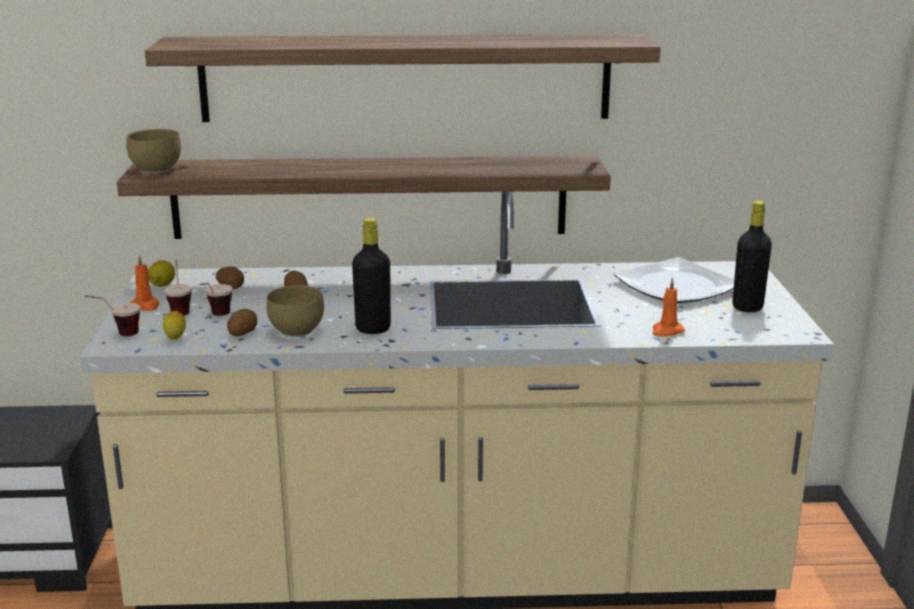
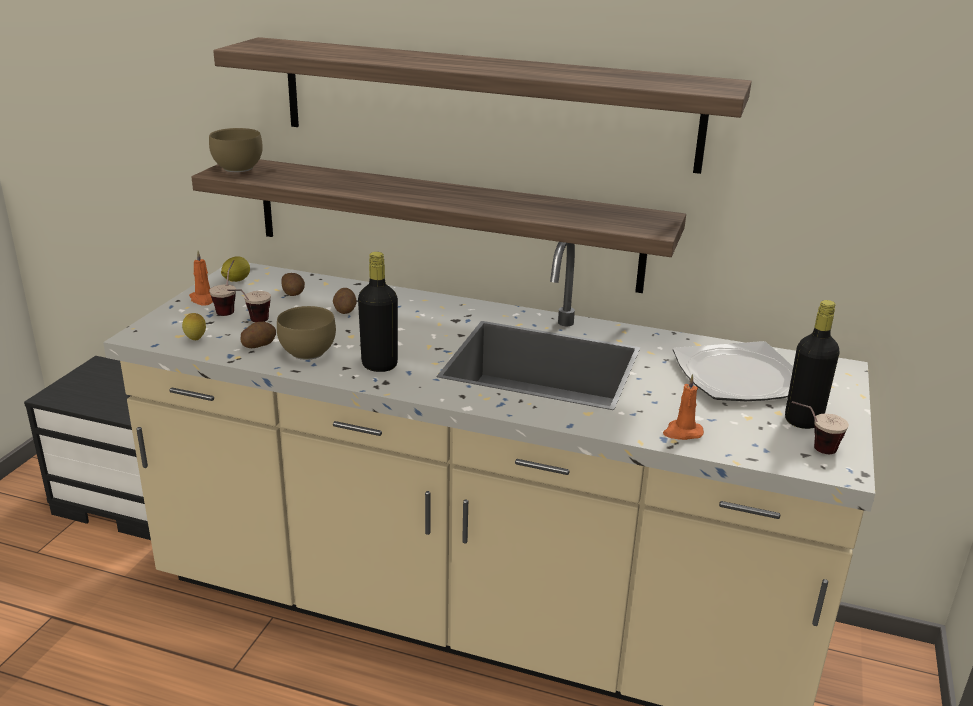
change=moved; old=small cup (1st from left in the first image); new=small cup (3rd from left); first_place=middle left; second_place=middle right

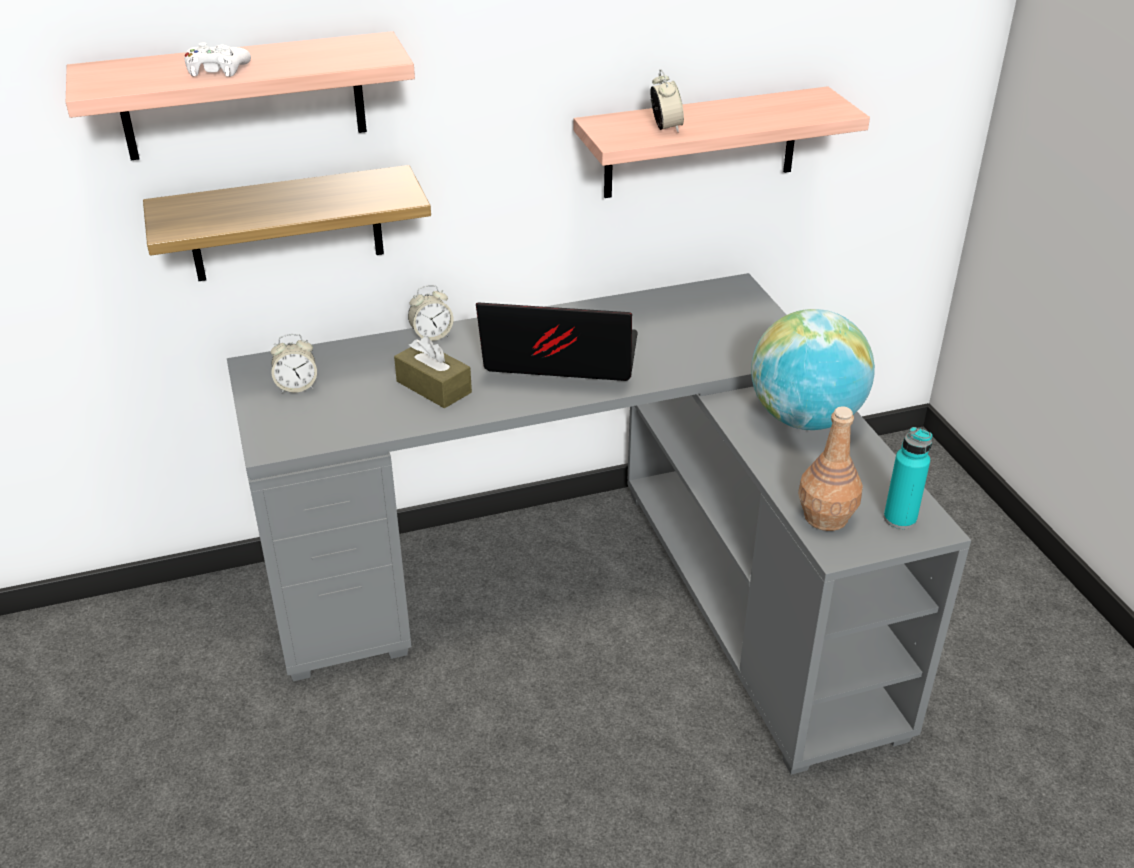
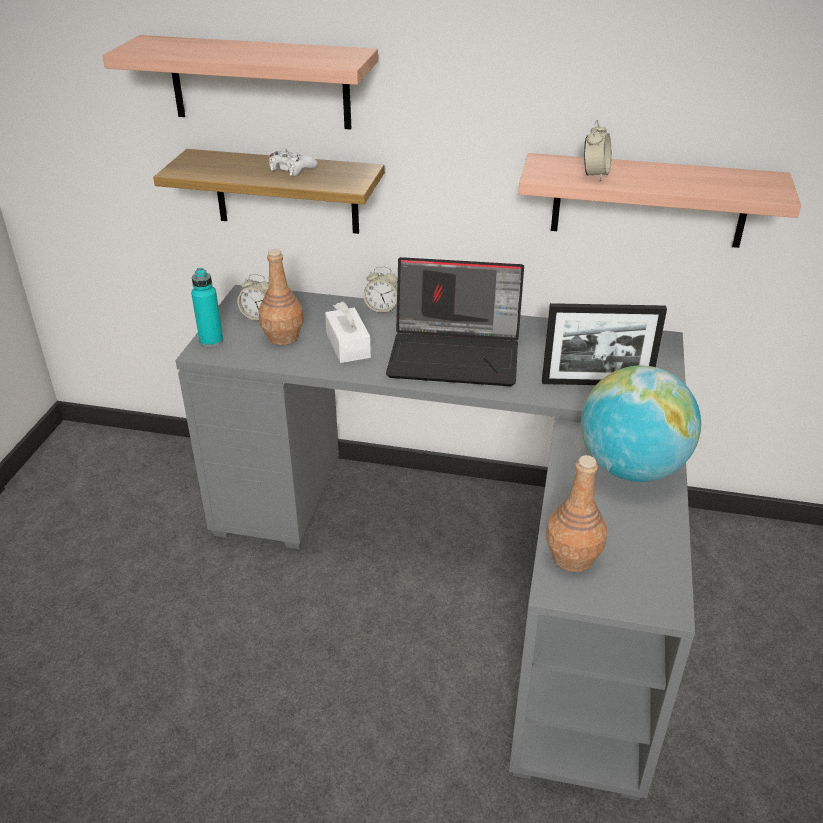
change=moved; old=drink bottle/turquoise; first_place=middle right; second_place=middle left
change=added; new=drink bottle/brownish (1st from left); second_place=centre
change=moved; old=game controller/white-coloured; first_place=top left; second_place=top centre
change=recoloured; old=tissue holder/brownish; new=tissue holder/white-coloured; first_place=centre; second_place=centre
change=turned; old=notebook computer; first_place=centre; second_place=centre; degrees=150
change=added; new=standing frame; second_place=middle right

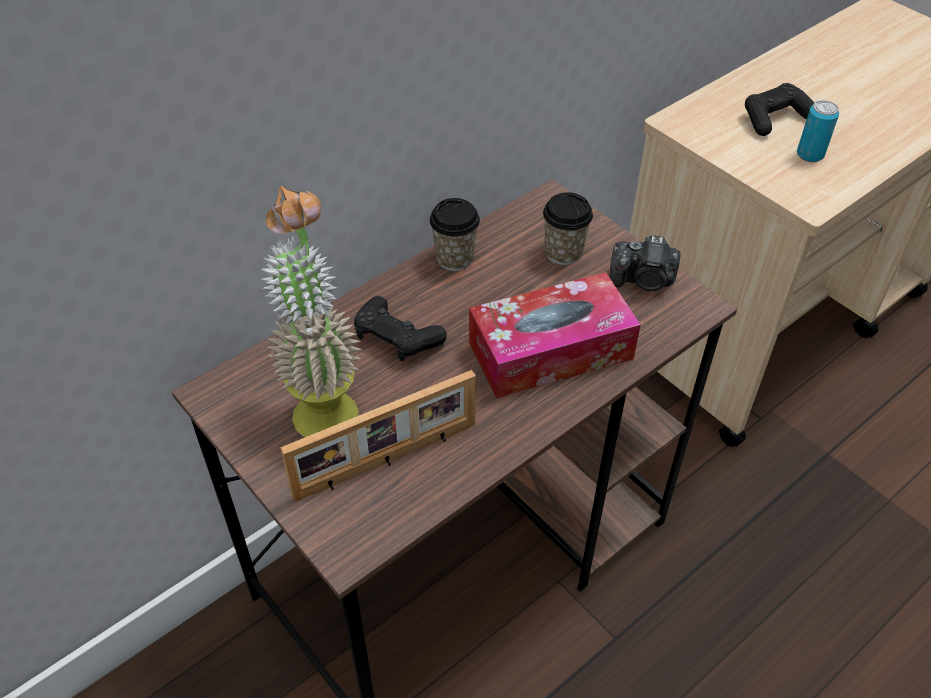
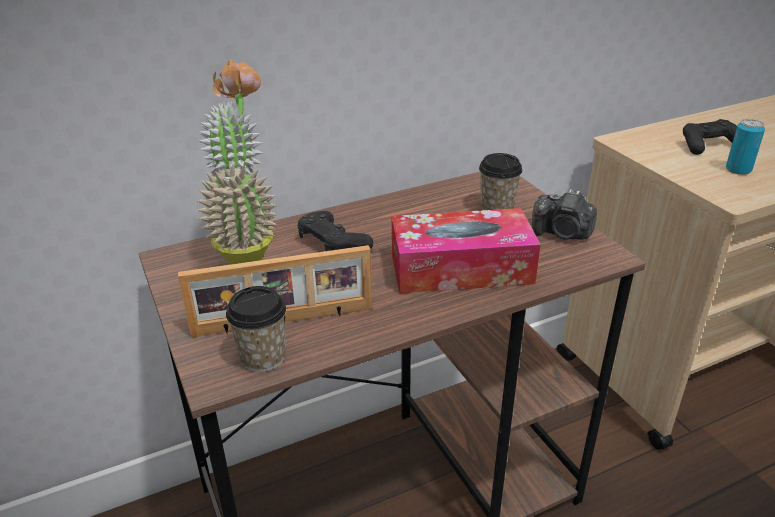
change=moved; old=small cup (1st from left); first_place=centre; second_place=middle left

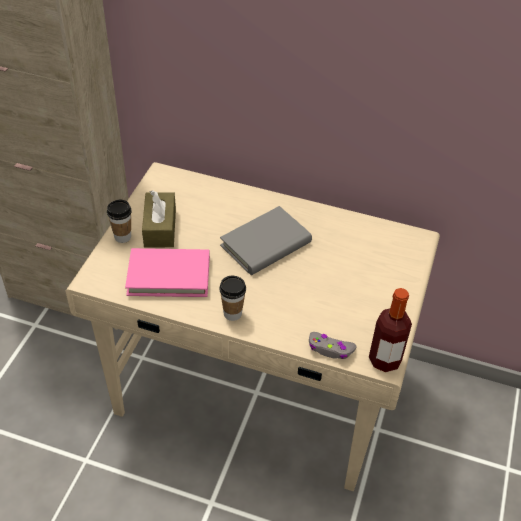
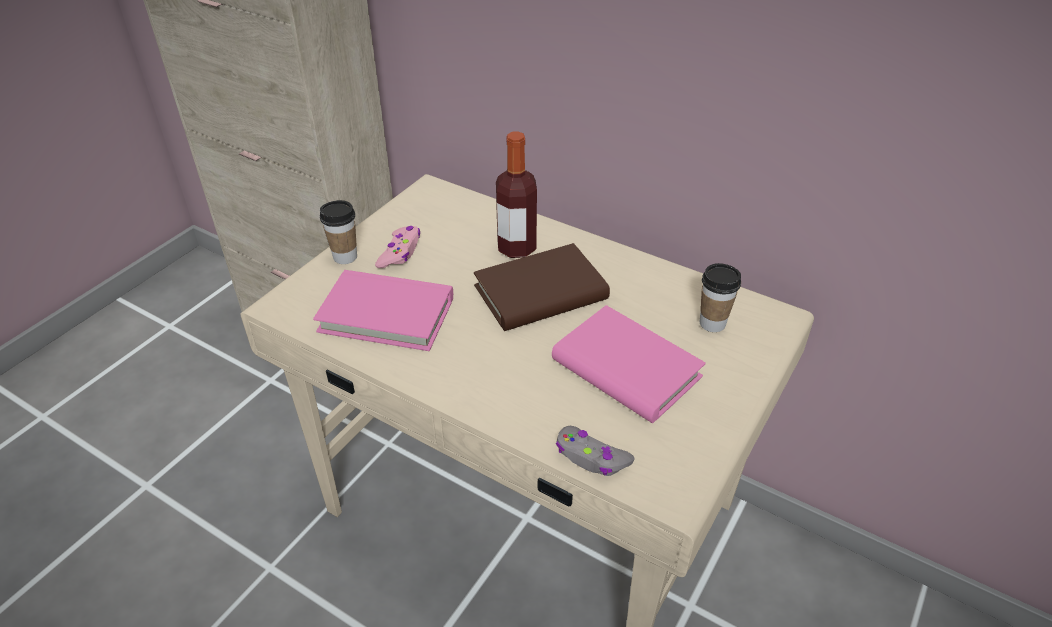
change=replaced; old=tissue holder/brownish; new=game controller/pink; first_place=middle left; second_place=centre
change=recoloured; old=bound book/greyish; new=bound book/brownish; first_place=centre; second_place=centre
change=moved; old=drink bottle; first_place=middle right; second_place=top centre
change=added; new=bound book/pink (2nd from left); second_place=centre
change=moved; old=small cup (2nd from left); first_place=centre; second_place=middle right

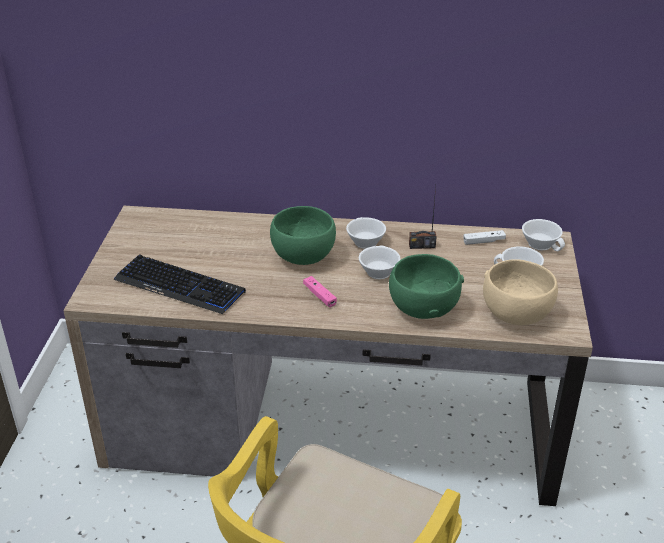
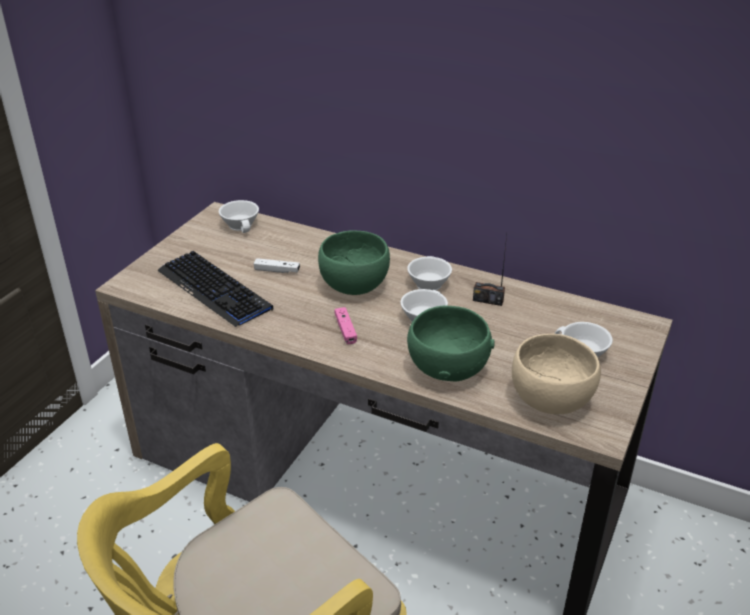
change=moved; old=small cup/white-coloured (4th from left in the first image); new=small cup/white-coloured (1st from left); first_place=middle right; second_place=middle left
change=moved; old=game controller/white-coloured; first_place=middle right; second_place=centre

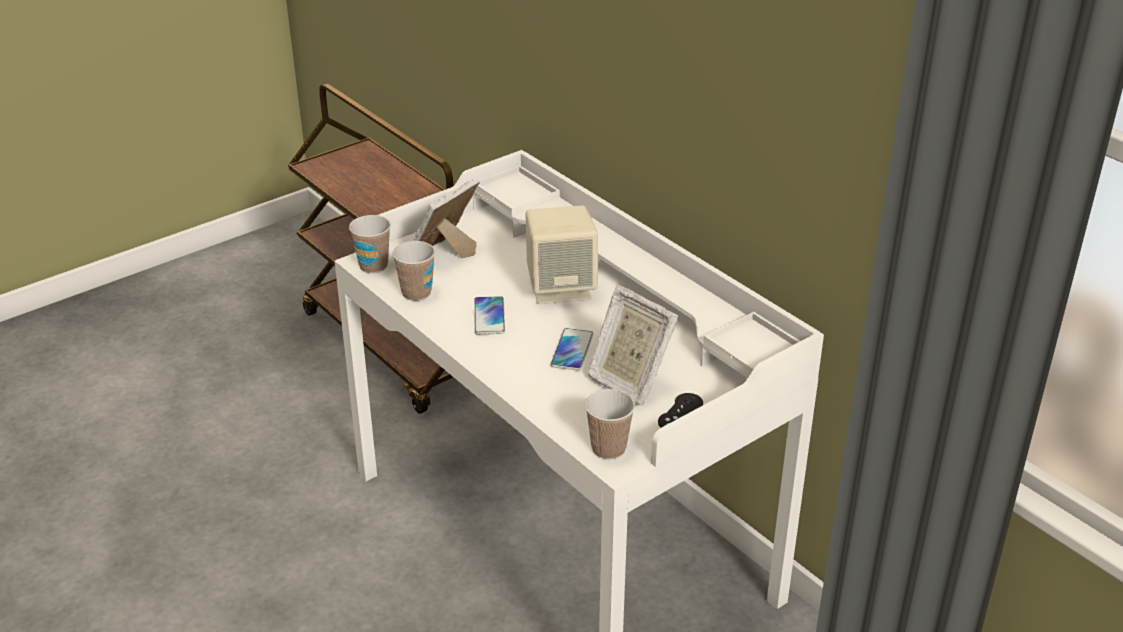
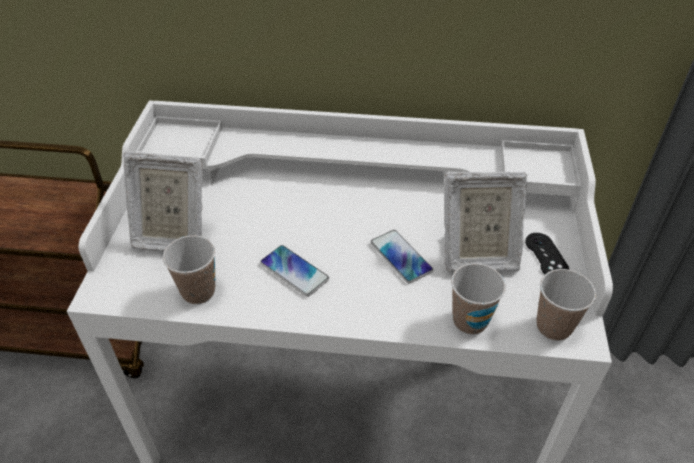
change=turned; old=standing frame (1st from left); first_place=centre; second_place=middle left; degrees=-75
change=moved; old=small cup (1st from left in the first image); new=small cup (2nd from left); first_place=middle left; second_place=middle right
change=removed; old=audio speaker/beige; first_place=centre

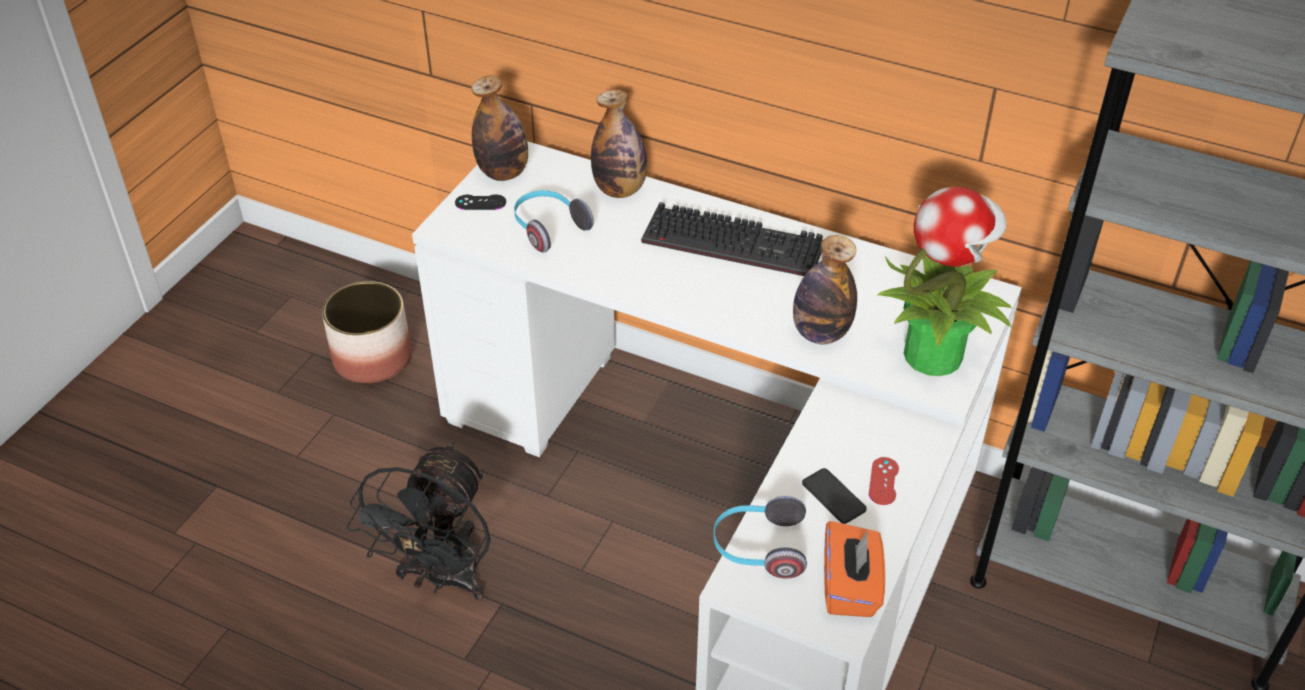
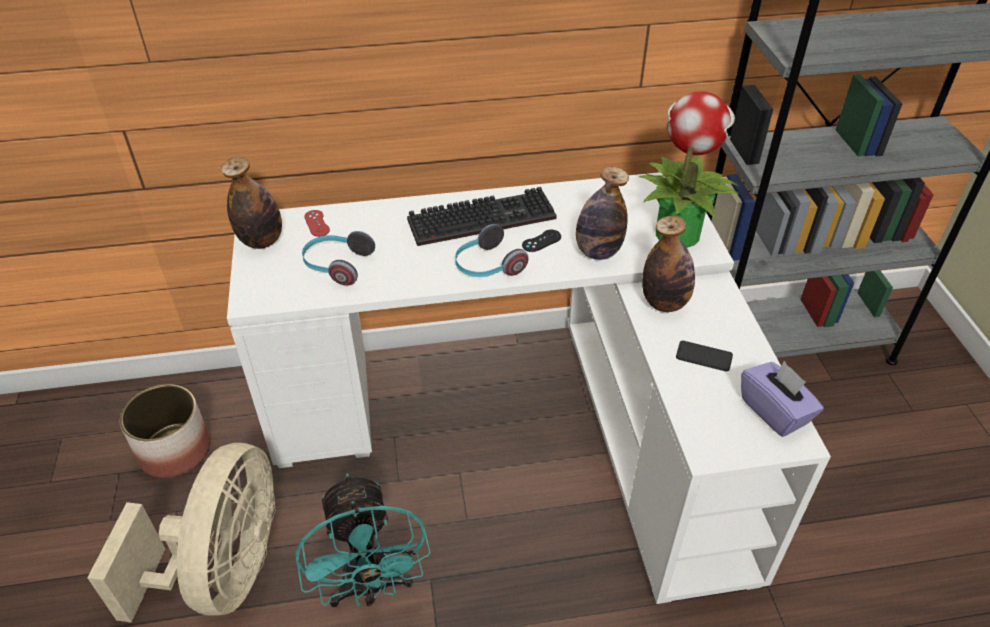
change=added; new=fan/beige; second_place=bottom left
change=recoloured; old=fan/blackish; new=fan/turquoise; first_place=bottom left; second_place=bottom centre
change=moved; old=game controller/red-coloured; first_place=bottom right; second_place=middle left
change=moved; old=pair of headphones (2nd from left); first_place=bottom centre; second_place=centre
change=moved; old=game controller/blackish; first_place=top centre; second_place=centre
change=moved; old=drink bottle (2nd from left in the first image); new=drink bottle (3rd from left); first_place=top centre; second_place=middle right
change=recoloured; old=tissue holder/orange-coloured; new=tissue holder/purplish; first_place=bottom centre; second_place=middle right

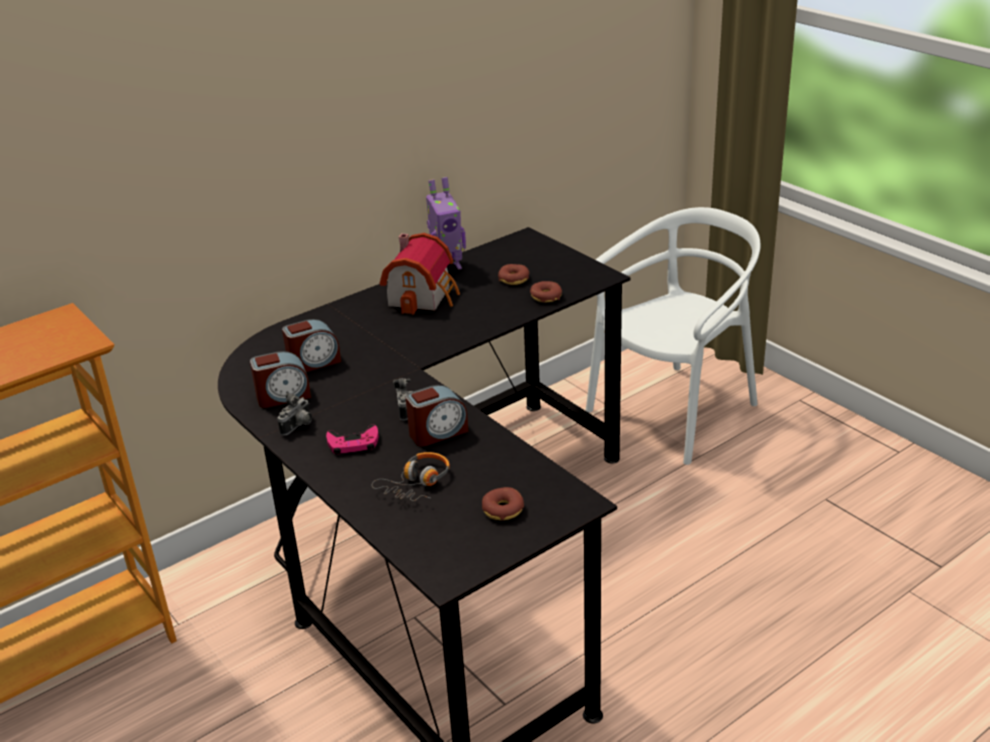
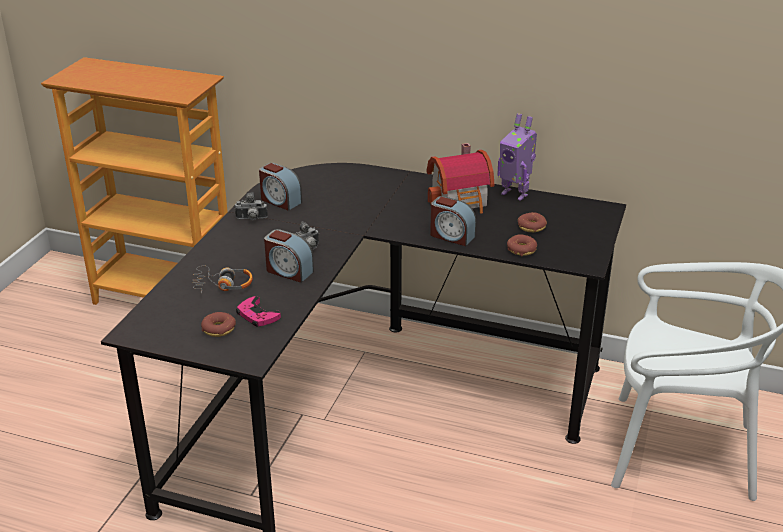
change=moved; old=game controller/pink; first_place=centre; second_place=middle left
change=moved; old=alarm clock (2nd from left in the first image); new=alarm clock (3rd from left); first_place=middle left; second_place=centre

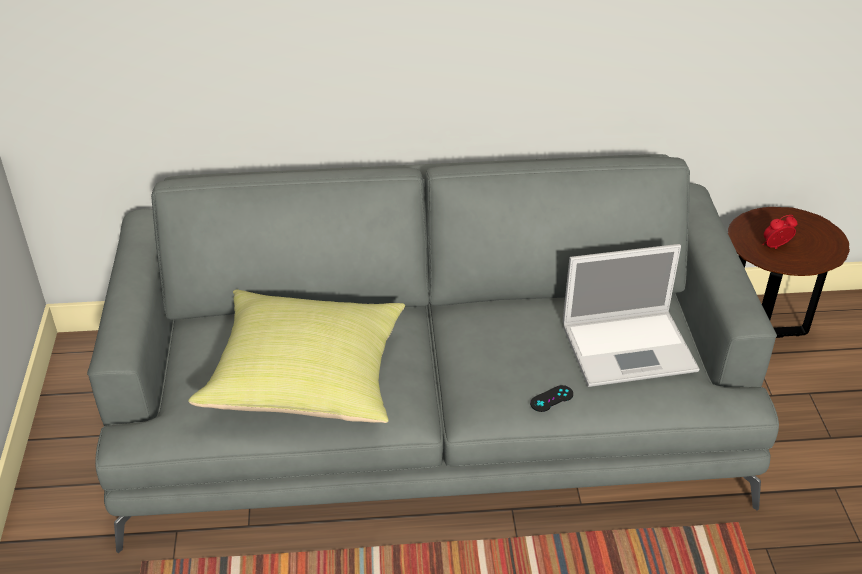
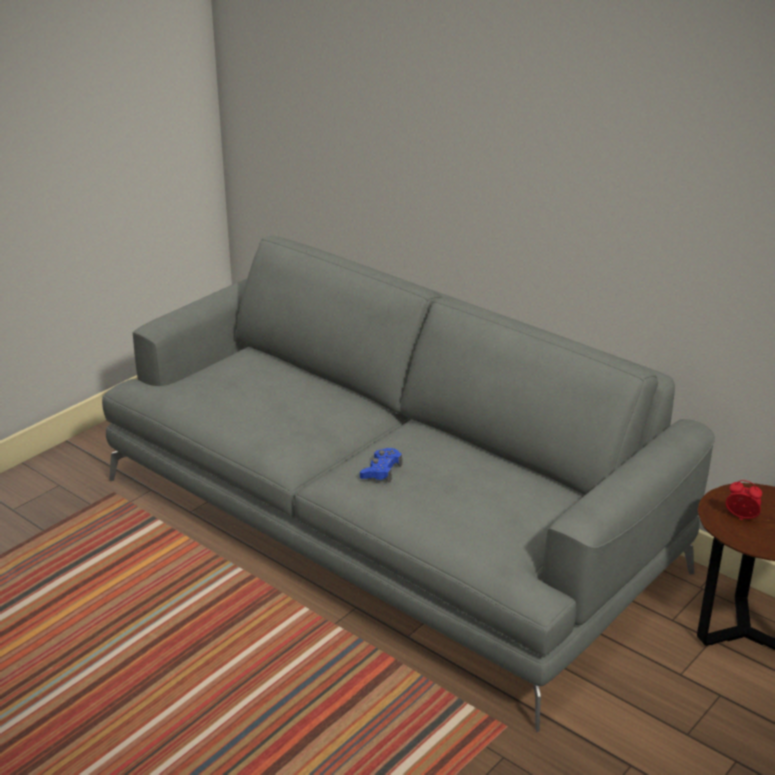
change=added; new=game controller/blue; second_place=centre
change=removed; old=pillow/yellow; first_place=centre
change=removed; old=game controller/blackish; first_place=bottom centre
change=removed; old=notebook computer; first_place=middle right

